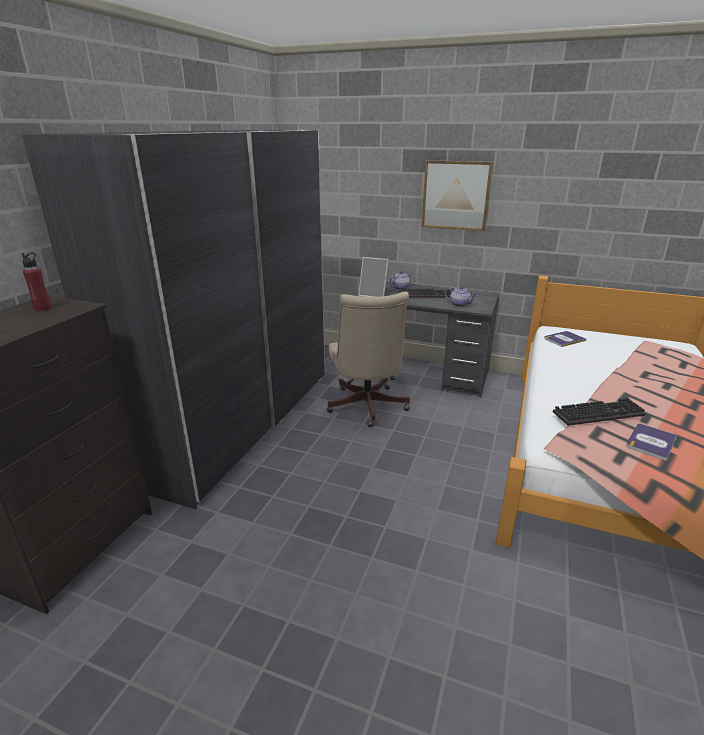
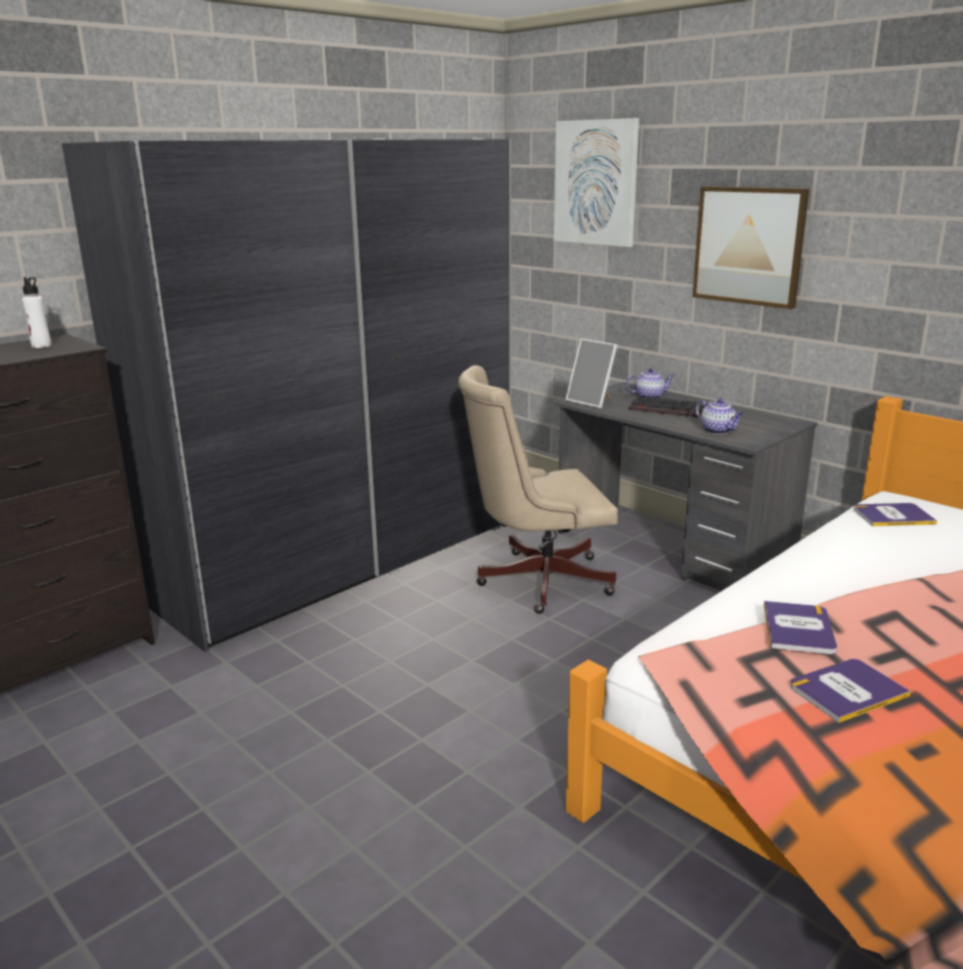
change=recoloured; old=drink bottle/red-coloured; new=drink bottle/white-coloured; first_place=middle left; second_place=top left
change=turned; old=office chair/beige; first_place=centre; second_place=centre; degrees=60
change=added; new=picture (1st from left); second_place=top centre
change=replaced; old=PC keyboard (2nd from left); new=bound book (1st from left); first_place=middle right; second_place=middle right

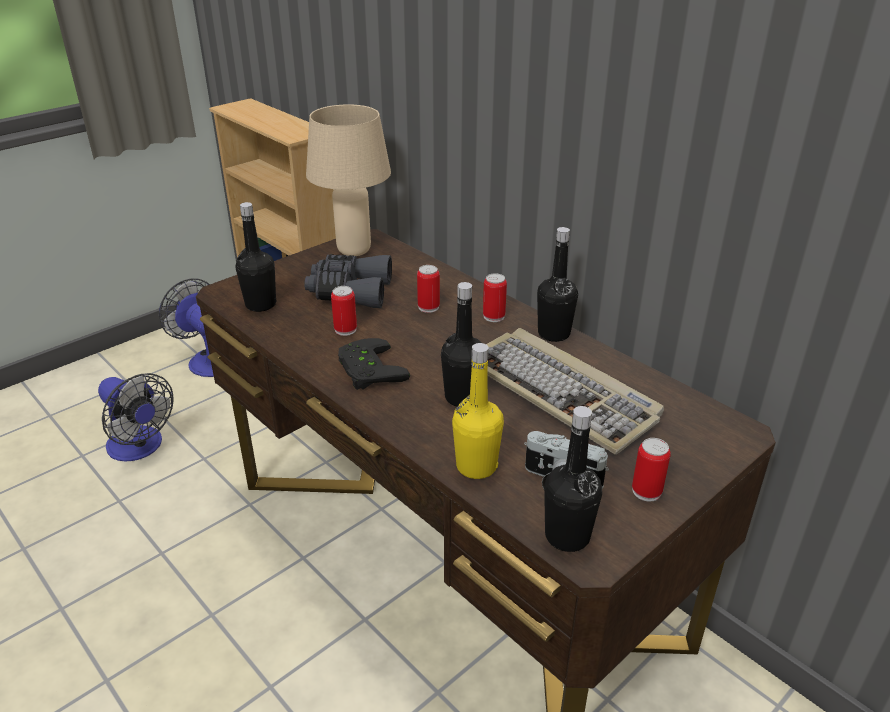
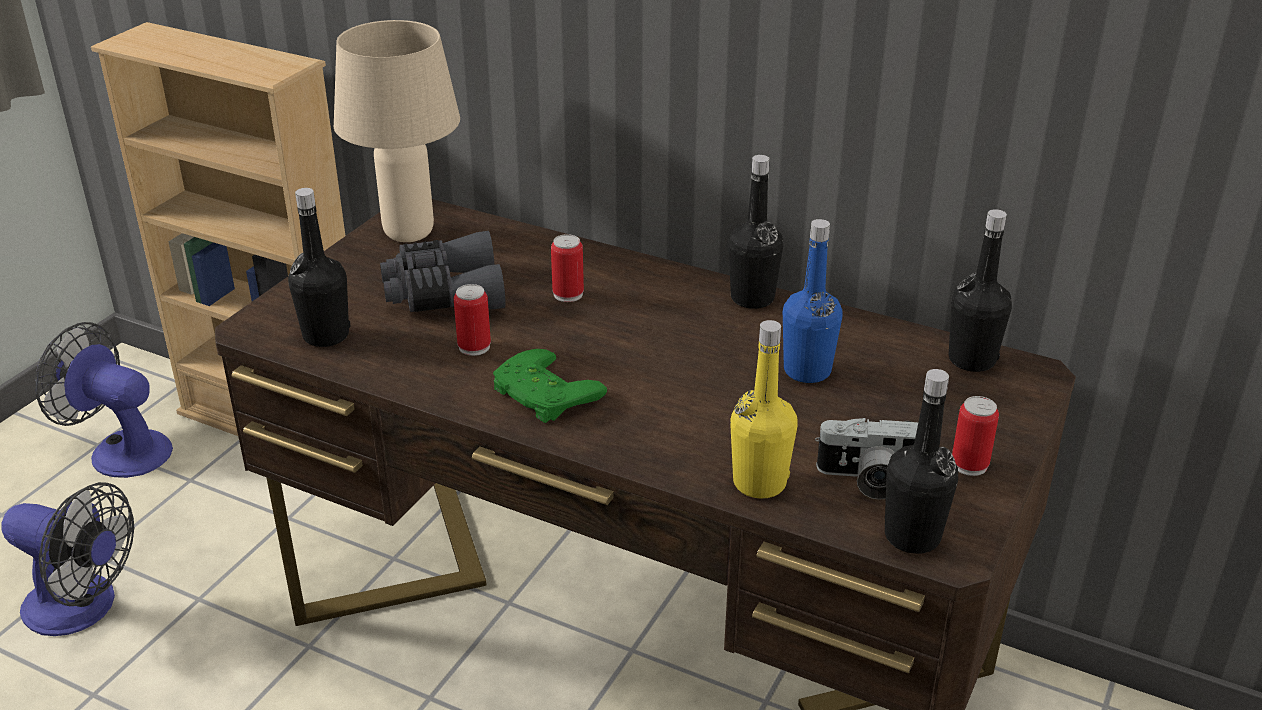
change=recoloured; old=game controller/blackish; new=game controller/green; first_place=centre; second_place=centre
change=replaced; old=PC keyboard; new=drink bottle/blue; first_place=centre; second_place=centre
change=moved; old=drink bottle/blackish (2nd from left in the first image); new=drink bottle/blackish (4th from left); first_place=centre; second_place=middle right
change=removed; old=metal can (3rd from left); first_place=centre

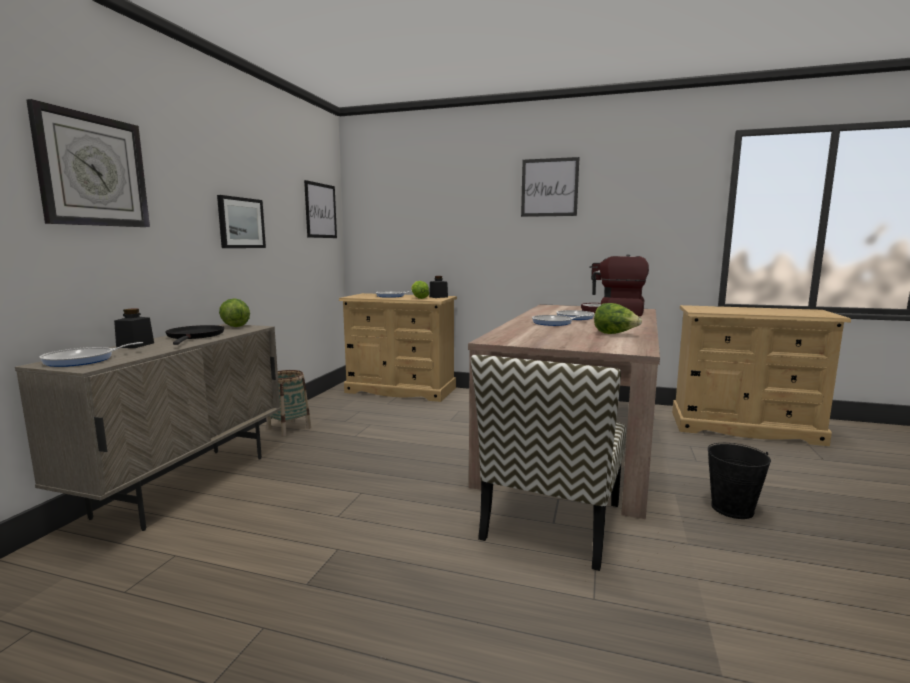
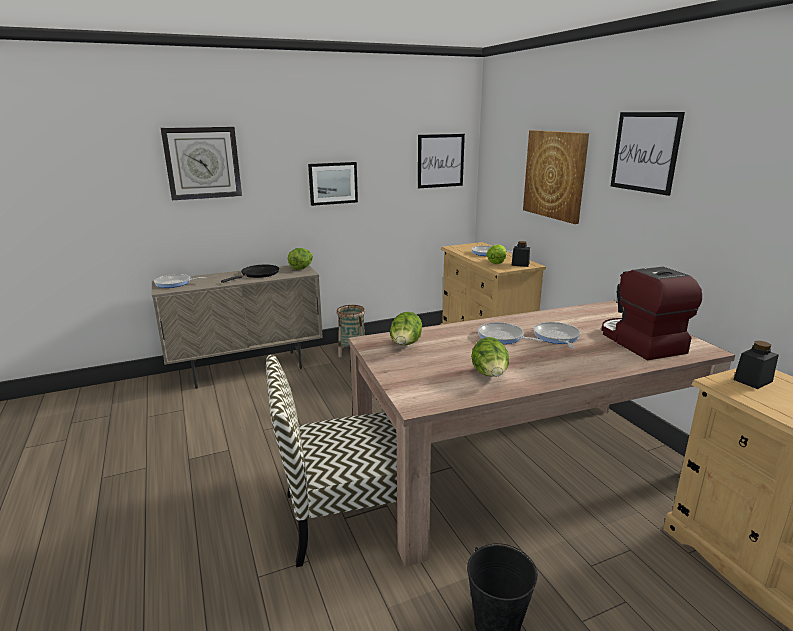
change=added; new=lettuce (2nd from left); second_place=centre
change=added; new=picture (3rd from left); second_place=top right
change=moved; old=jar/blackish (1st from left in the first image); new=jar/blackish (2nd from left); first_place=middle left; second_place=middle right

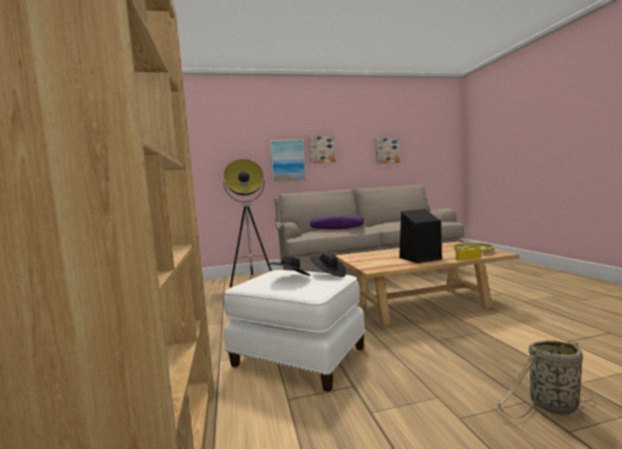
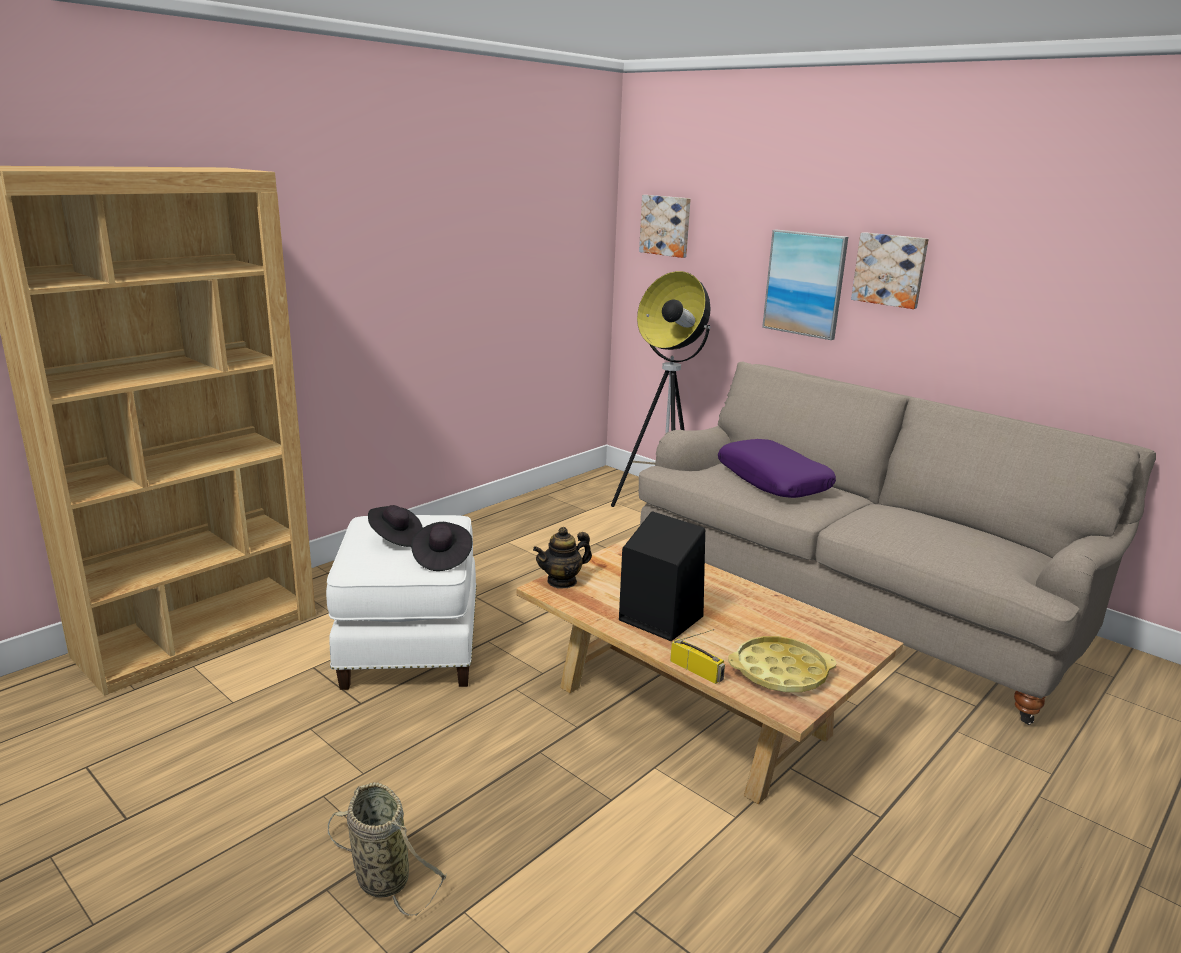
change=added; new=tea pot; second_place=centre
change=moved; old=picture (3rd from left in the first image); new=picture (1st from left); first_place=centre; second_place=top centre

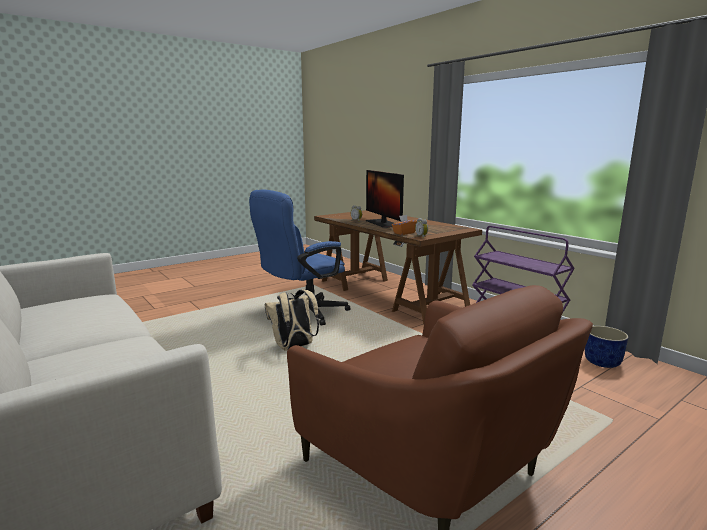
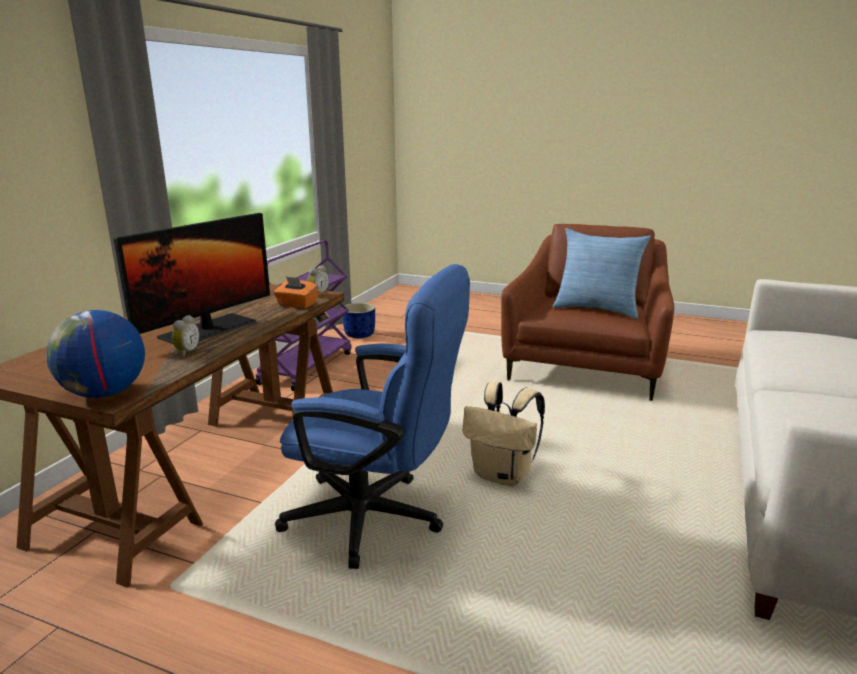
change=added; new=desk globe; second_place=middle left
change=added; new=pillow; second_place=middle right

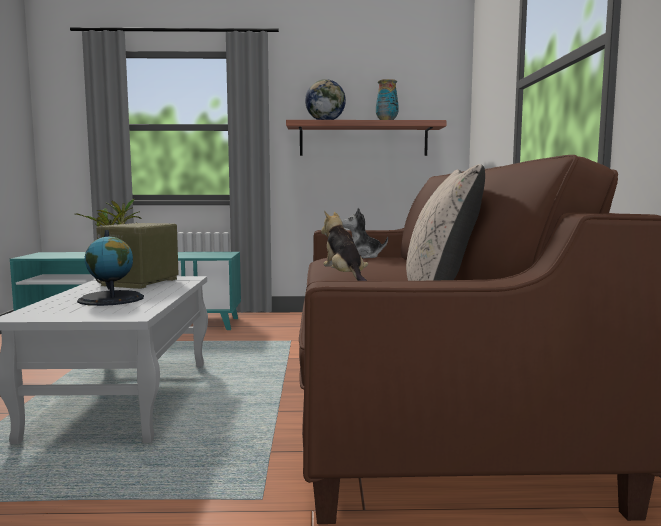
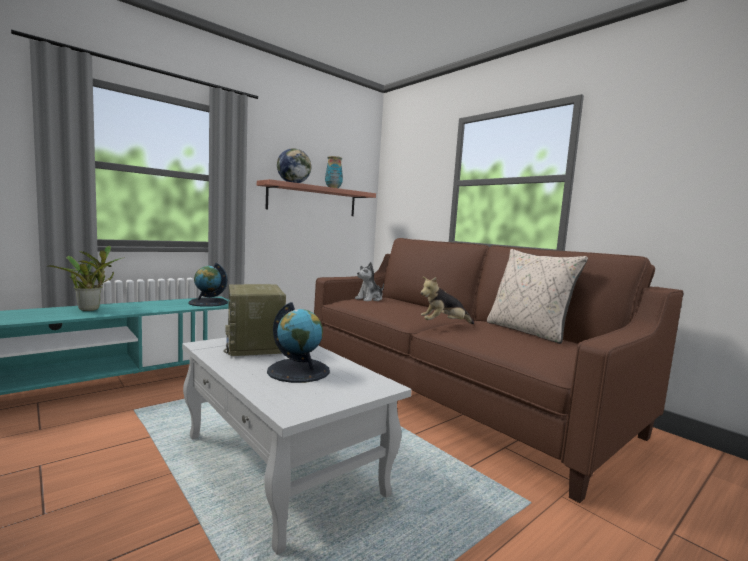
change=added; new=desk globe (1st from left); second_place=middle left
change=turned; old=plush toy (1st from left in the first image); first_place=centre; second_place=centre; degrees=-45

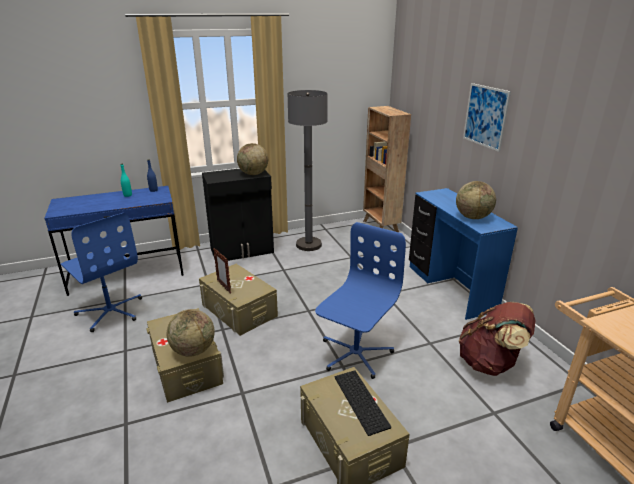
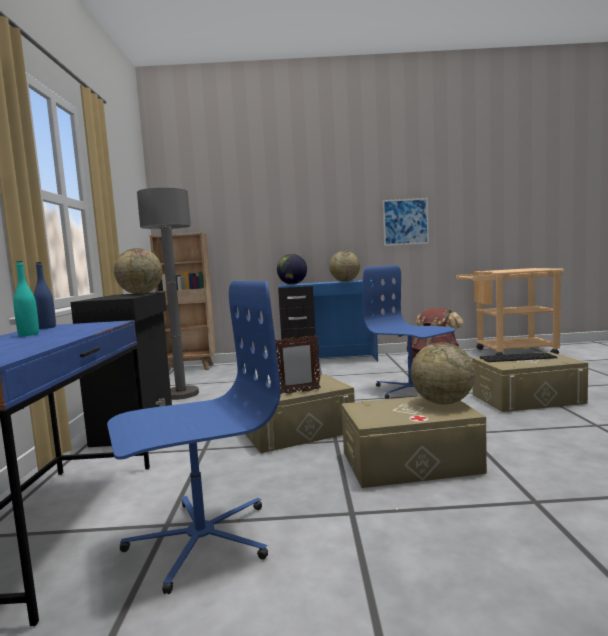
change=added; new=desk globe (2nd from left); second_place=centre
change=moved; old=picture; first_place=top right; second_place=middle right

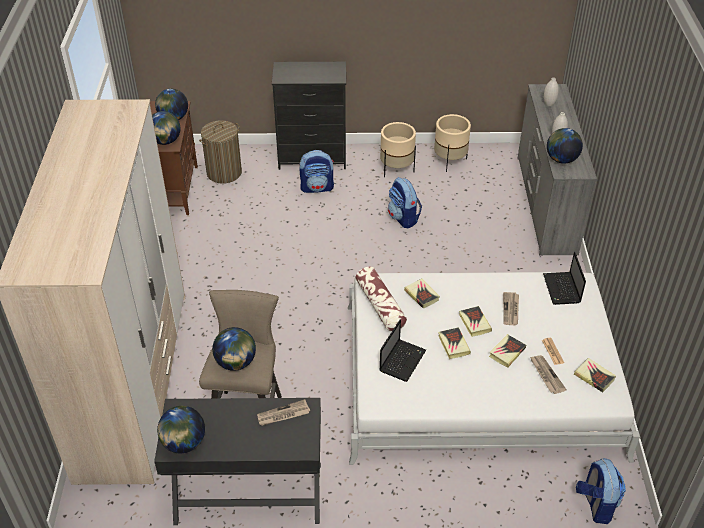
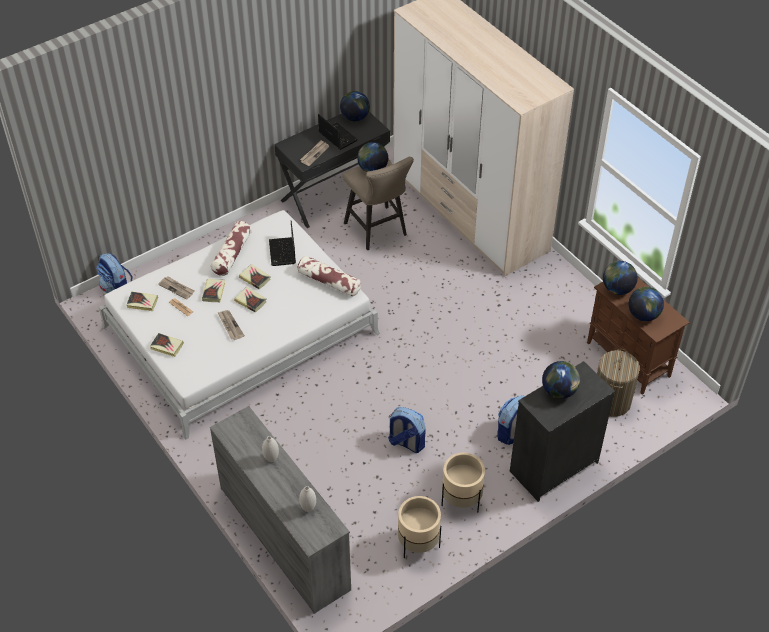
change=moved; old=bound book (1st from left in the first image); new=bound book (2nd from left); first_place=centre; second_place=middle left
change=added; new=pillow (1st from left); second_place=middle left
change=moved; old=notebook computer (2nd from left); first_place=middle right; second_place=top centre
change=moved; old=desk globe (5th from left in the first image); new=desk globe (3rd from left); first_place=top right; second_place=middle right

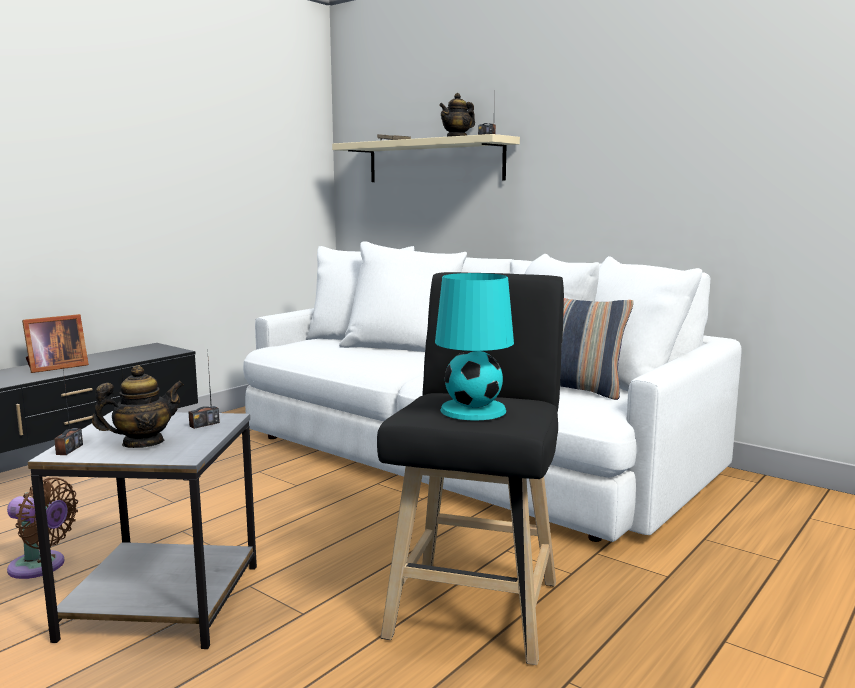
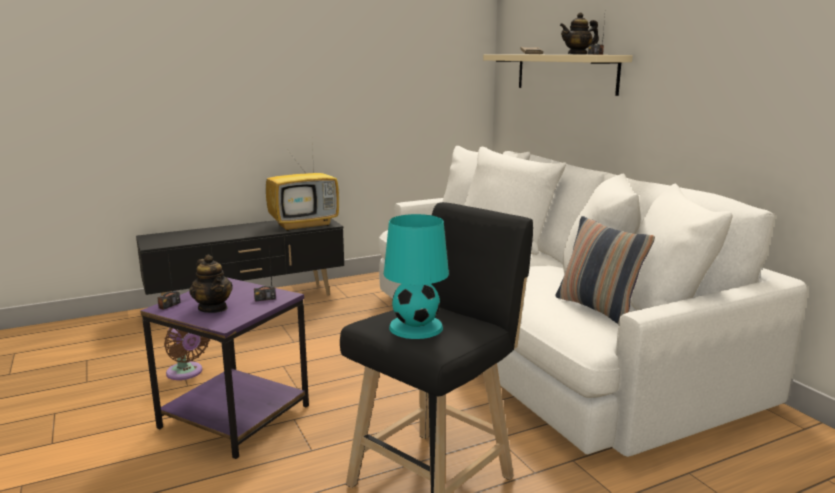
change=recoloured; old=side table/greyish; new=side table/purplish; first_place=bottom left; second_place=bottom left
change=turned; old=tea pot (1st from left); first_place=middle left; second_place=middle left; degrees=60
change=added; new=TV; second_place=centre
change=removed; old=standing frame; first_place=middle left

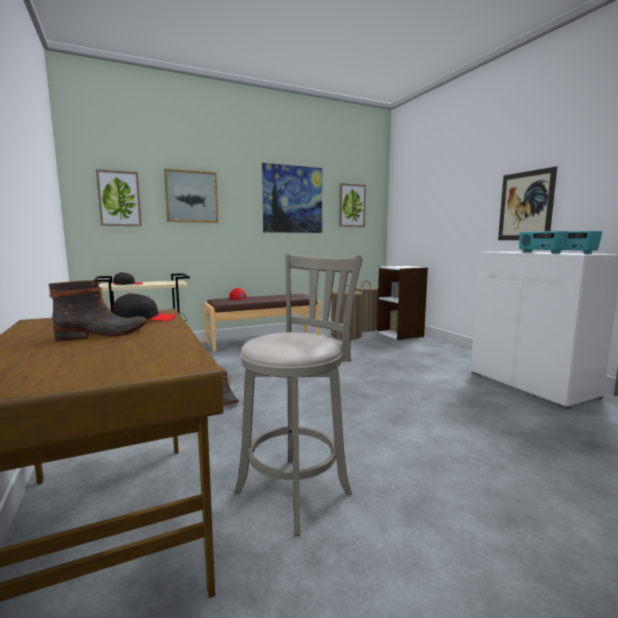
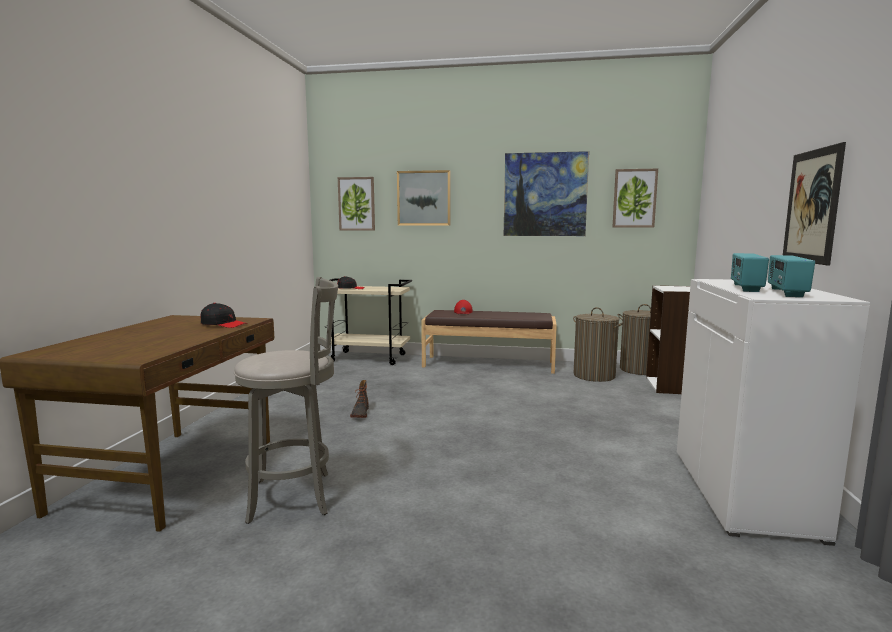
change=removed; old=high-top boot (1st from left); first_place=middle left

